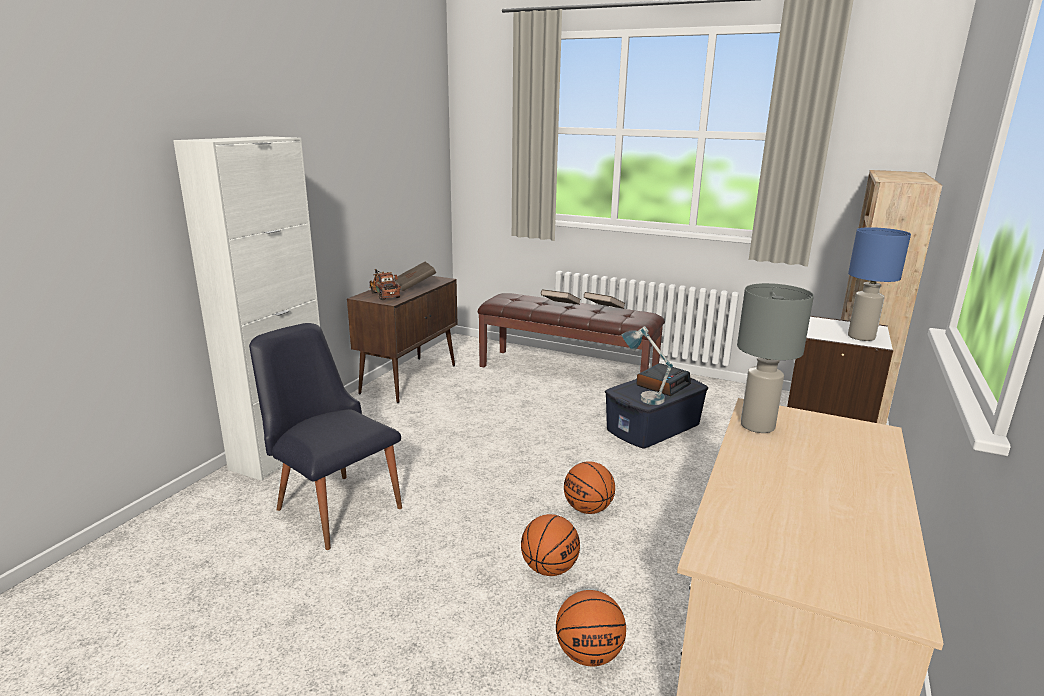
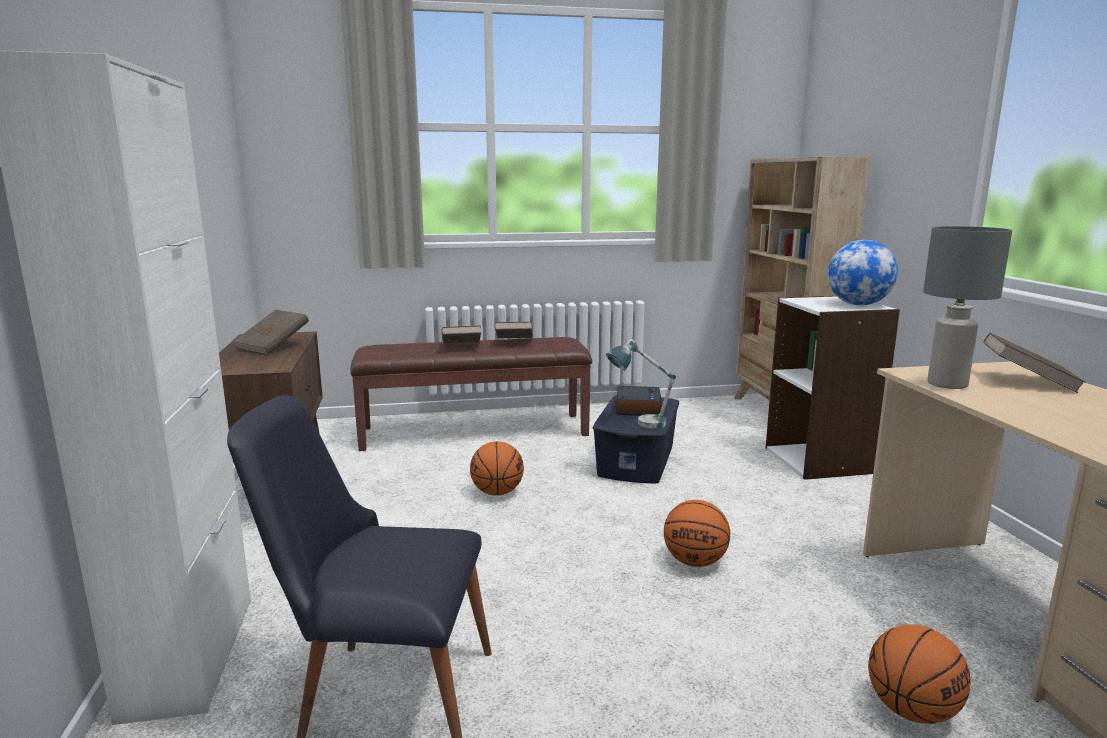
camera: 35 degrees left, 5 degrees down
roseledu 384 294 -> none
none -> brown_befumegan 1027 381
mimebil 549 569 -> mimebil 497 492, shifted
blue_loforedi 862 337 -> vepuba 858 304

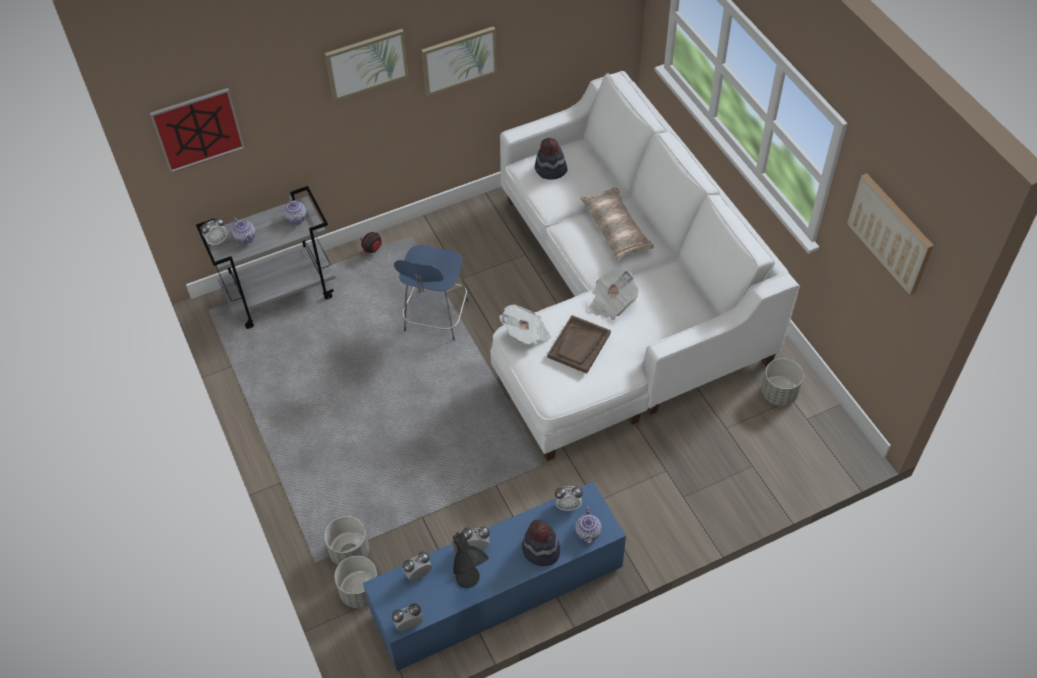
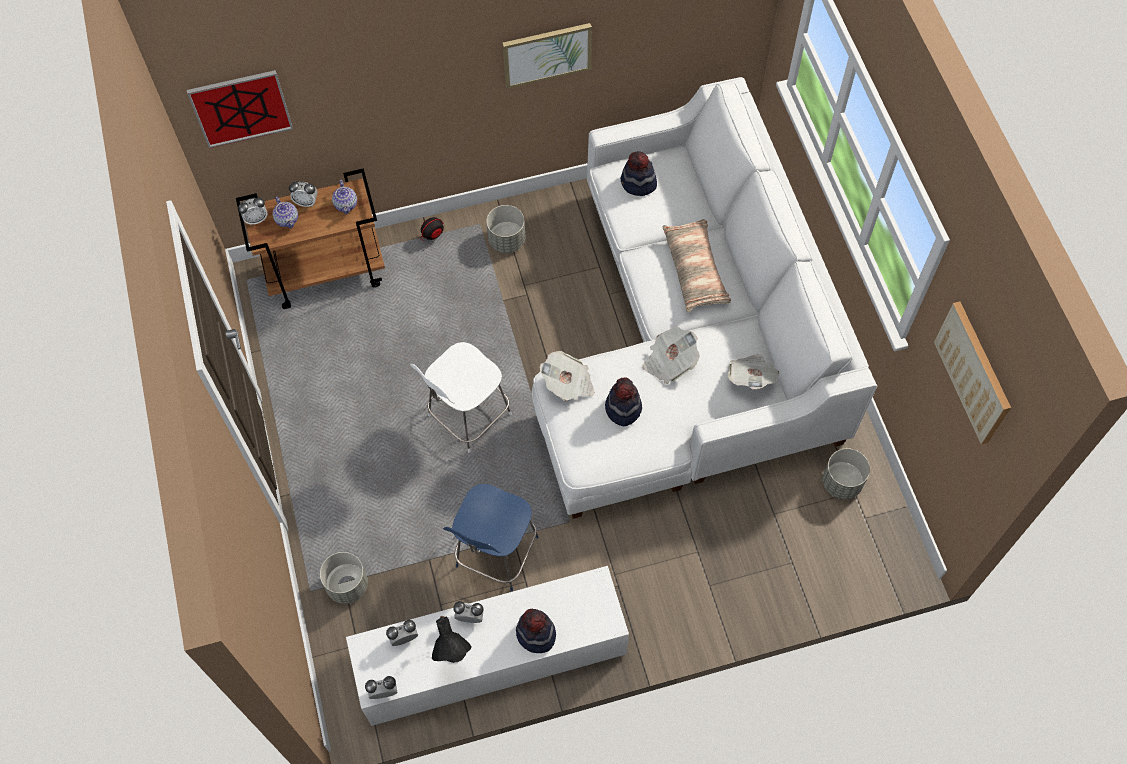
camera: 10 degrees right, 10 degrees up
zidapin 366 63 -> none
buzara 588 532 -> none
none -> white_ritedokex 467 417
none -> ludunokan 751 377
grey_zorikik 360 591 -> grey_zorikik 507 240, shifted
blue_ritedokex 435 318 -> blue_ritedokex 495 554, shifted
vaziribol 568 505 -> vaziribol 306 202, shifted
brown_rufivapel 579 345 -> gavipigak 623 408
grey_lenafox 281 293 -> brown_lenafox 327 272
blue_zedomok 497 593 -> white_zedomok 490 658

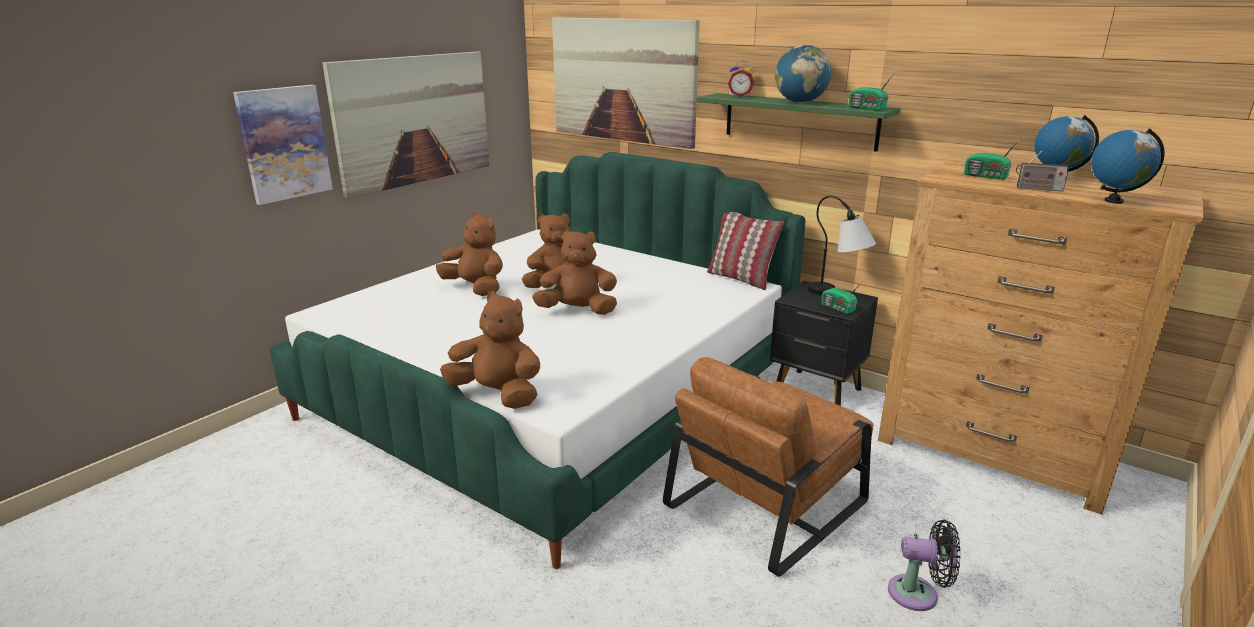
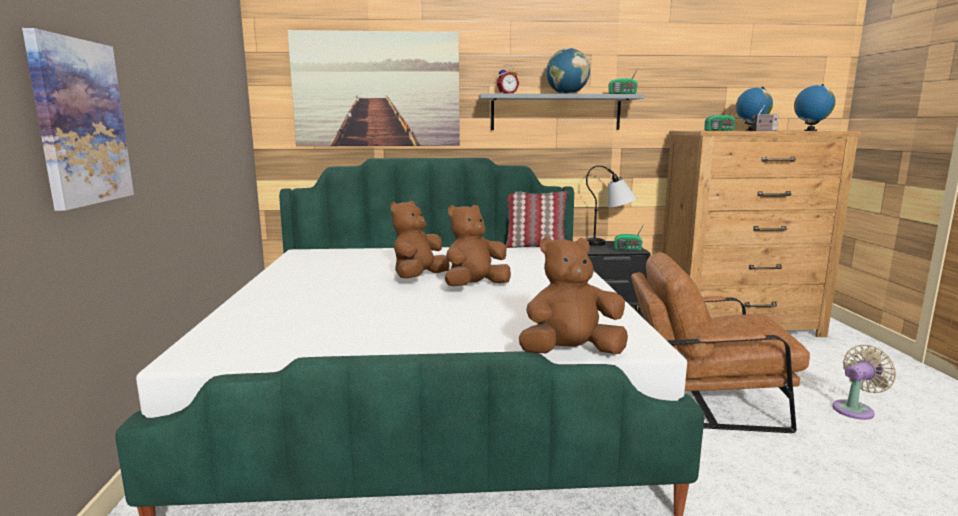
camera: 40 degrees left, 10 degrees down
zidapin 414 120 -> none
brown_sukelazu 475 288 -> none
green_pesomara 799 121 -> grey_pesomara 555 112
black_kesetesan 918 594 -> beige_kesetesan 855 409
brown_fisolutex 768 501 -> brown_fisolutex 703 398, 90 degrees clockwise

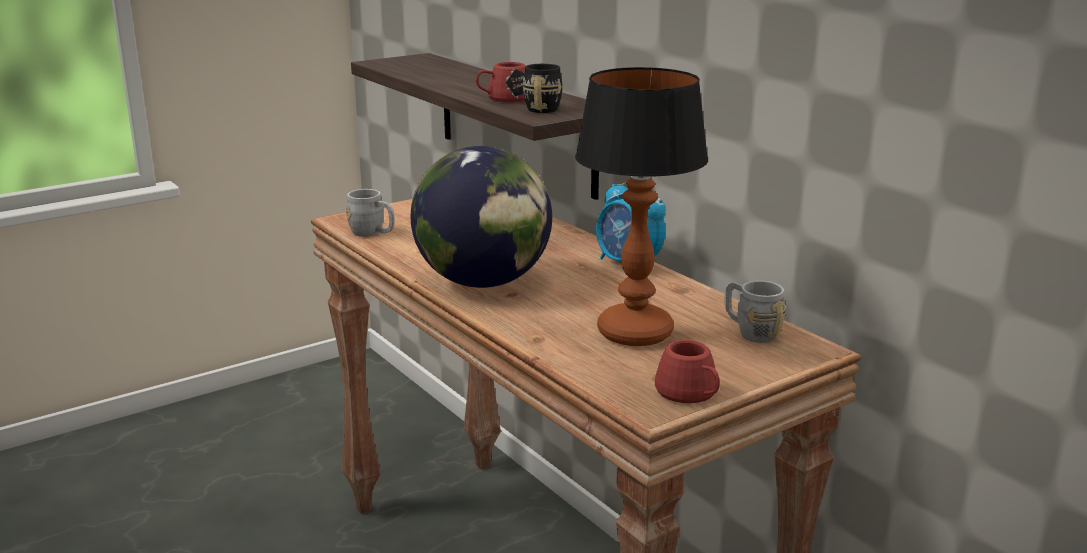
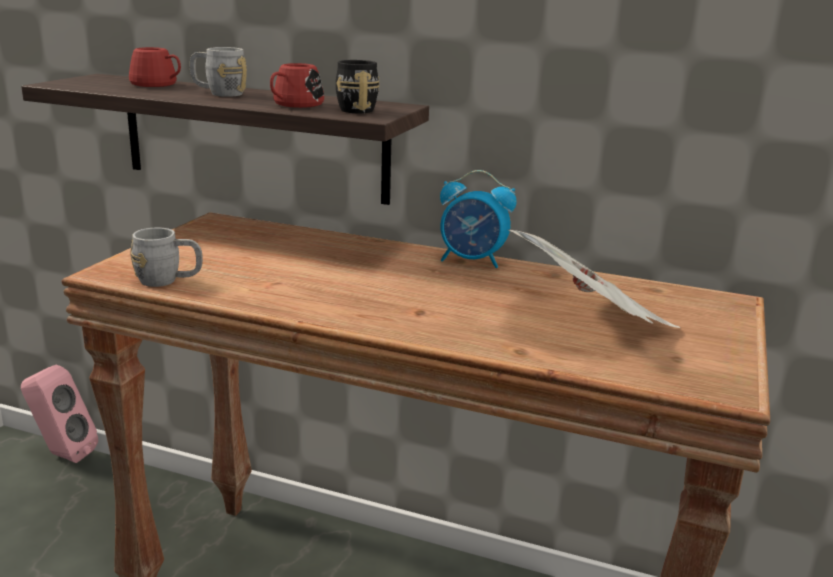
camera: 35 degrees left, 0 degrees up
vepuba 484 282 -> none
none -> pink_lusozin 62 455
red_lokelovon 691 395 -> red_lokelovon 158 85, shifted
grey_lokelovon 750 331 -> grey_lokelovon 219 93, shifted
loforedi 636 333 -> ludunokan 589 321

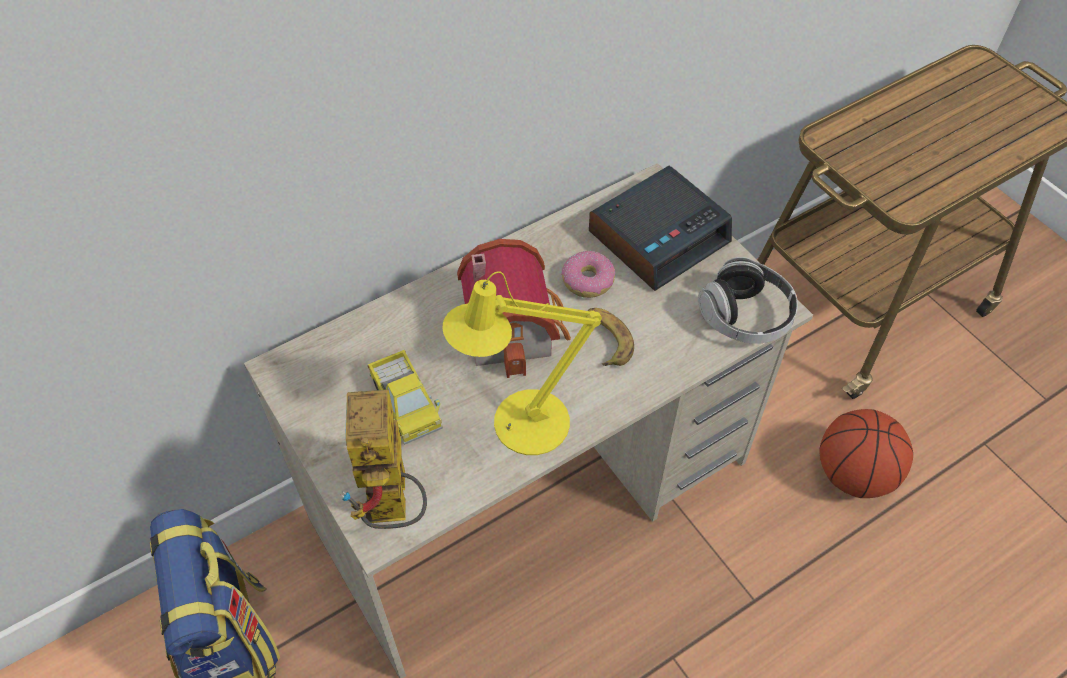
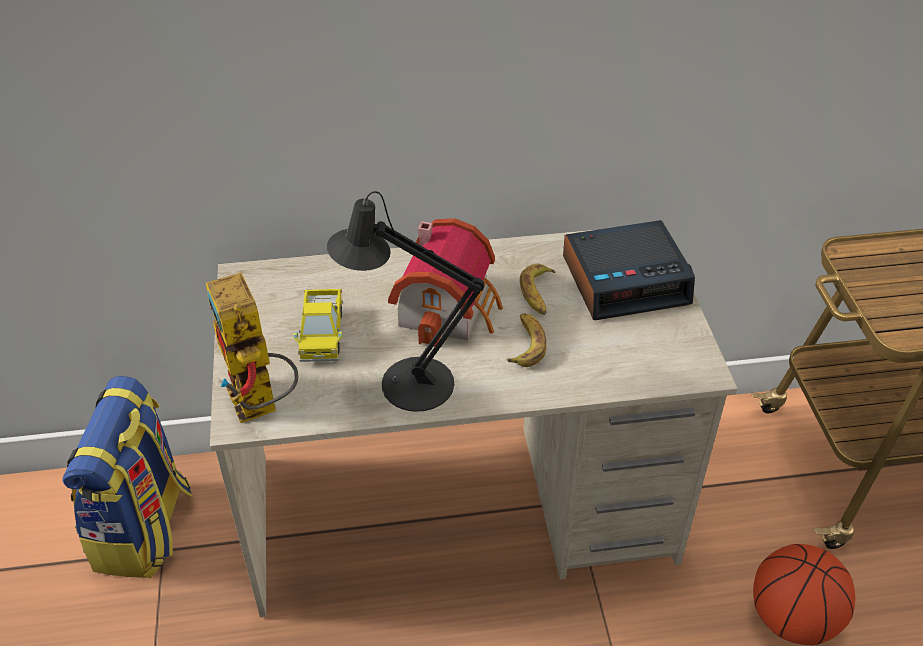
camera: 25 degrees right, 10 degrees down
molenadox 745 316 -> none
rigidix 588 281 -> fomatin 538 294
yellow_loforedi 520 426 -> black_loforedi 406 383
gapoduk 393 509 -> gapoduk 261 406, 45 degrees counterclockwise

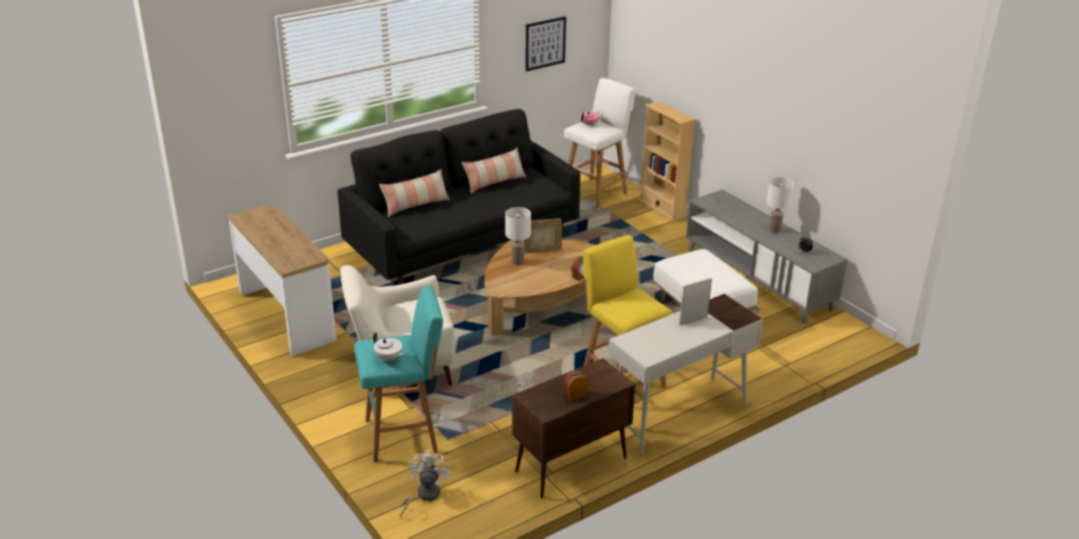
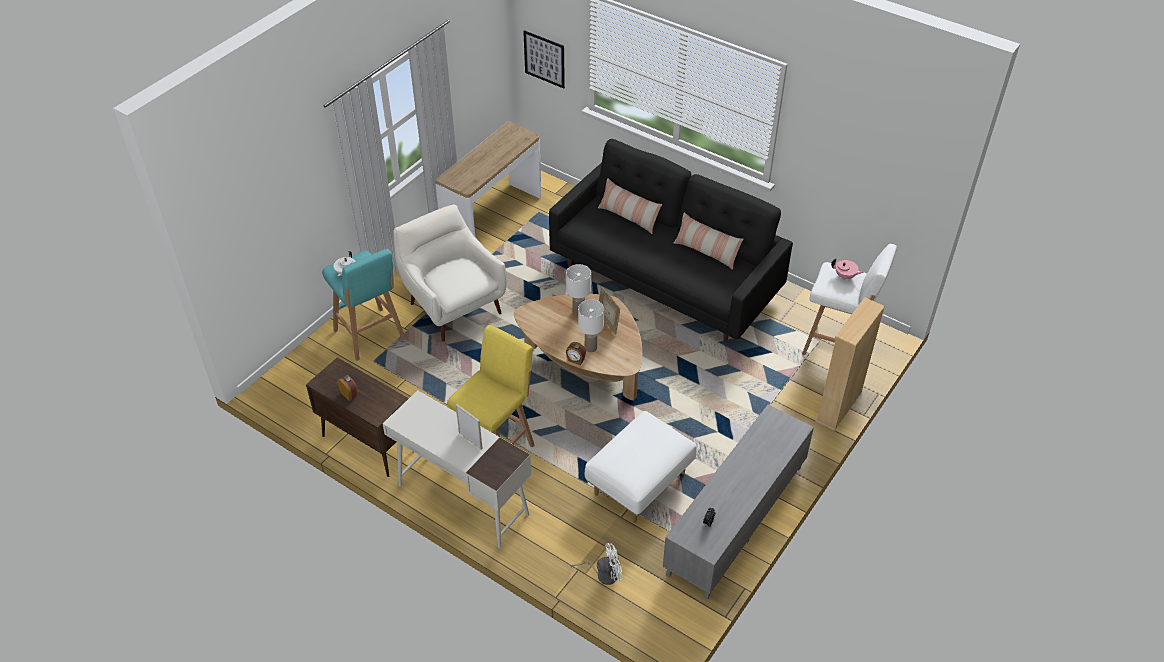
camera: 70 degrees right, 15 degrees up
white_kesetesan 424 495 -> white_kesetesan 603 574, shifted
zidapin 545 43 -> zidapin 544 59, shifted
white_loforedi 774 230 -> white_loforedi 591 347, shifted

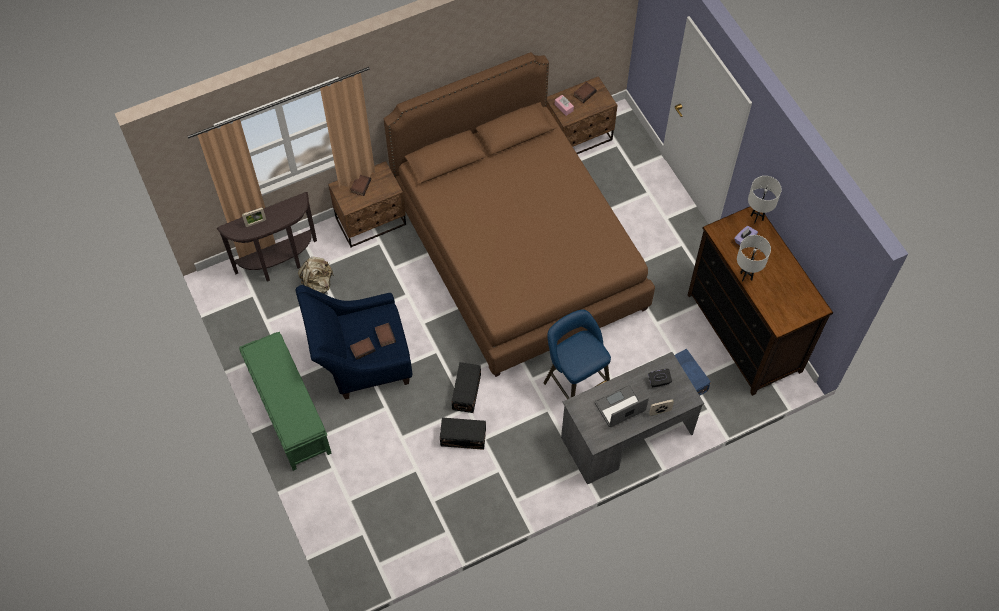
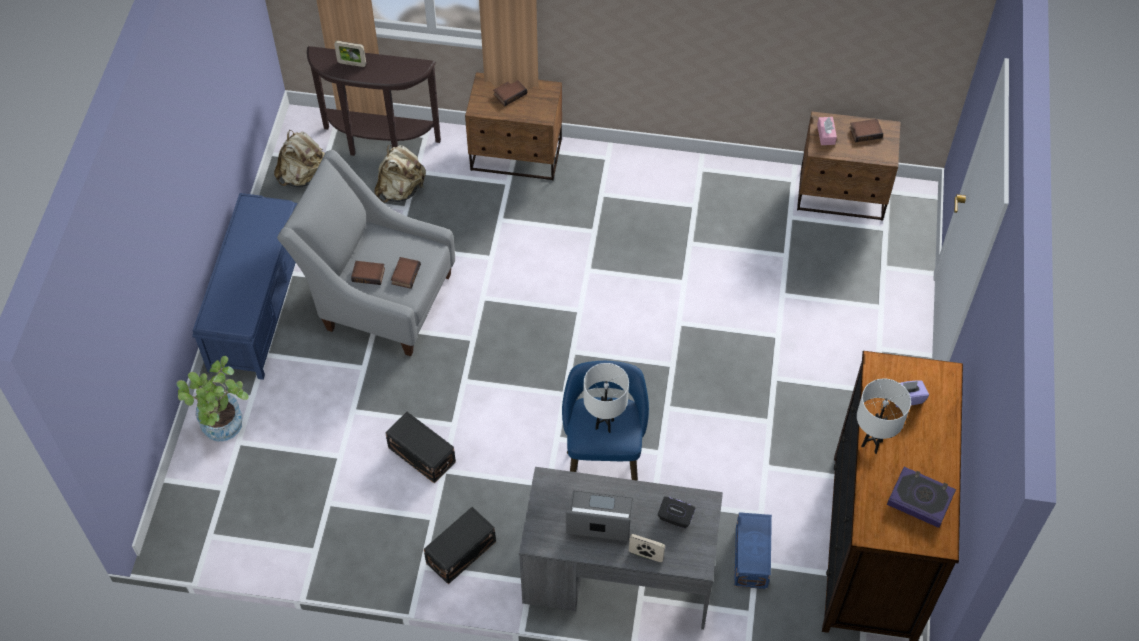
camera: 35 degrees right, 5 degrees down
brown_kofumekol 518 251 -> none
none -> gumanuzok 224 429
none -> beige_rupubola 303 176
none -> befumegan 920 499
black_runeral 465 392 -> black_runeral 459 552, shifted
white_loforedi 756 218 -> white_loforedi 604 424, shifted
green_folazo 288 410 -> blue_folazo 257 305
blue_fisolutex 361 361 -> grey_fisolutex 379 299

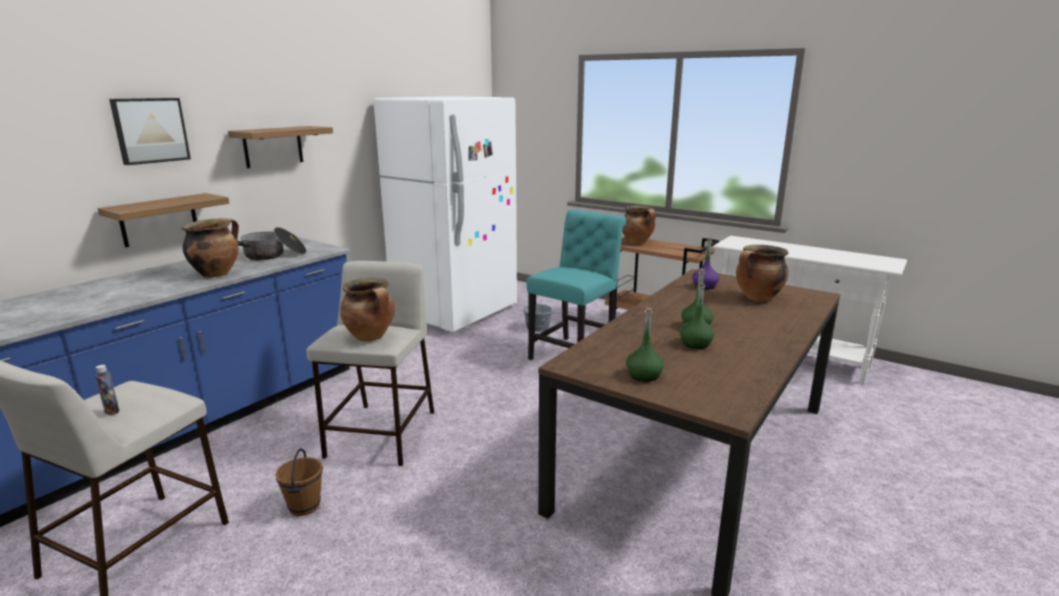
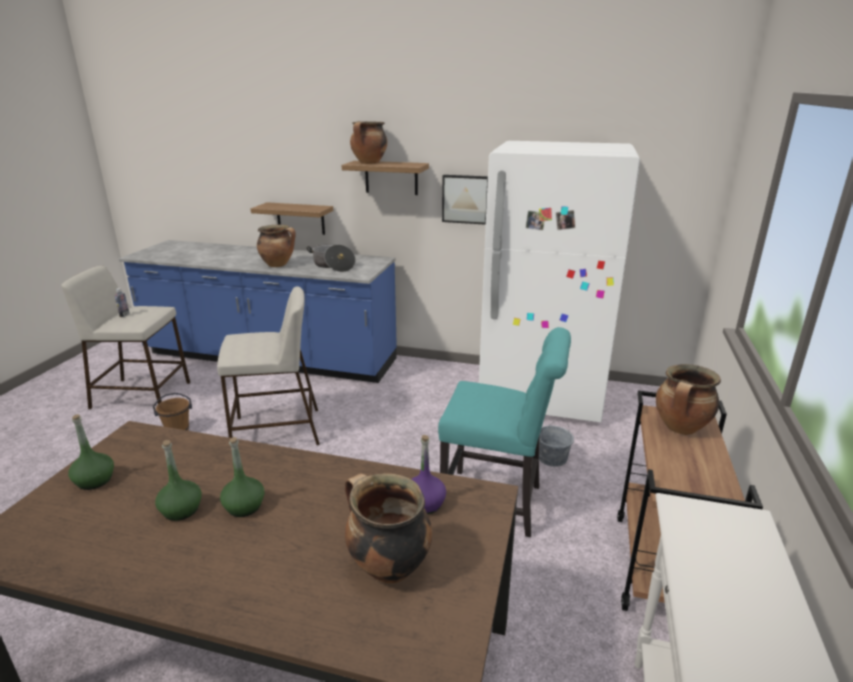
camera: 70 degrees right, 5 degrees up
zidapin 150 130 -> zidapin 466 199, shifted
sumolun 371 337 -> sumolun 369 163, shifted

